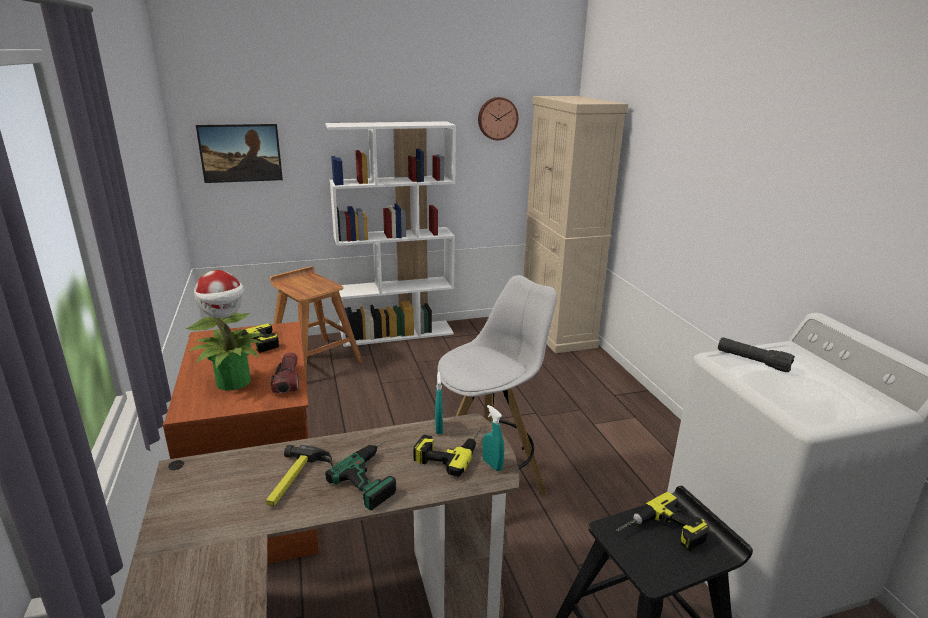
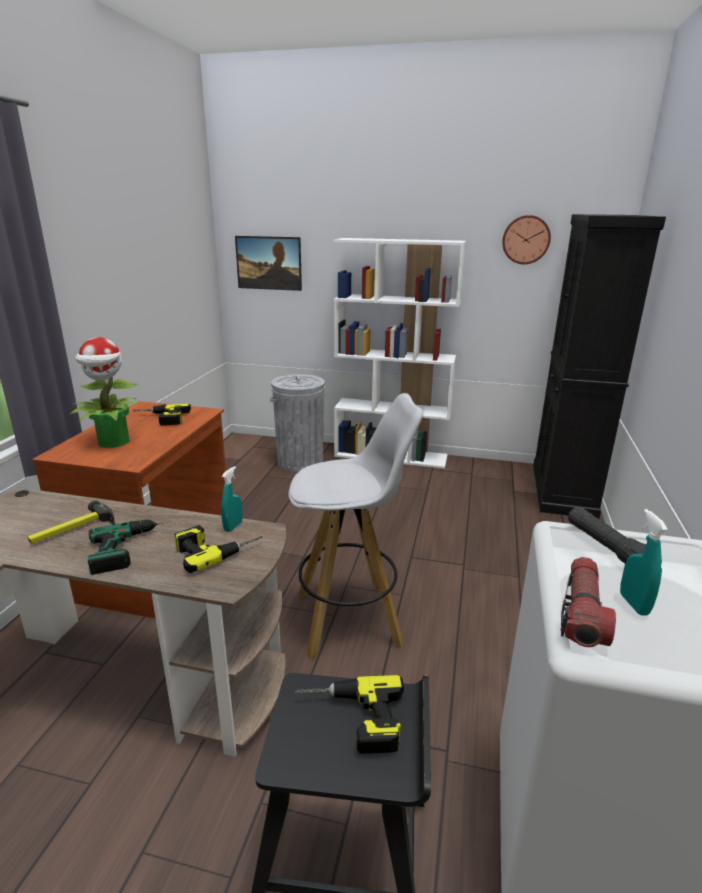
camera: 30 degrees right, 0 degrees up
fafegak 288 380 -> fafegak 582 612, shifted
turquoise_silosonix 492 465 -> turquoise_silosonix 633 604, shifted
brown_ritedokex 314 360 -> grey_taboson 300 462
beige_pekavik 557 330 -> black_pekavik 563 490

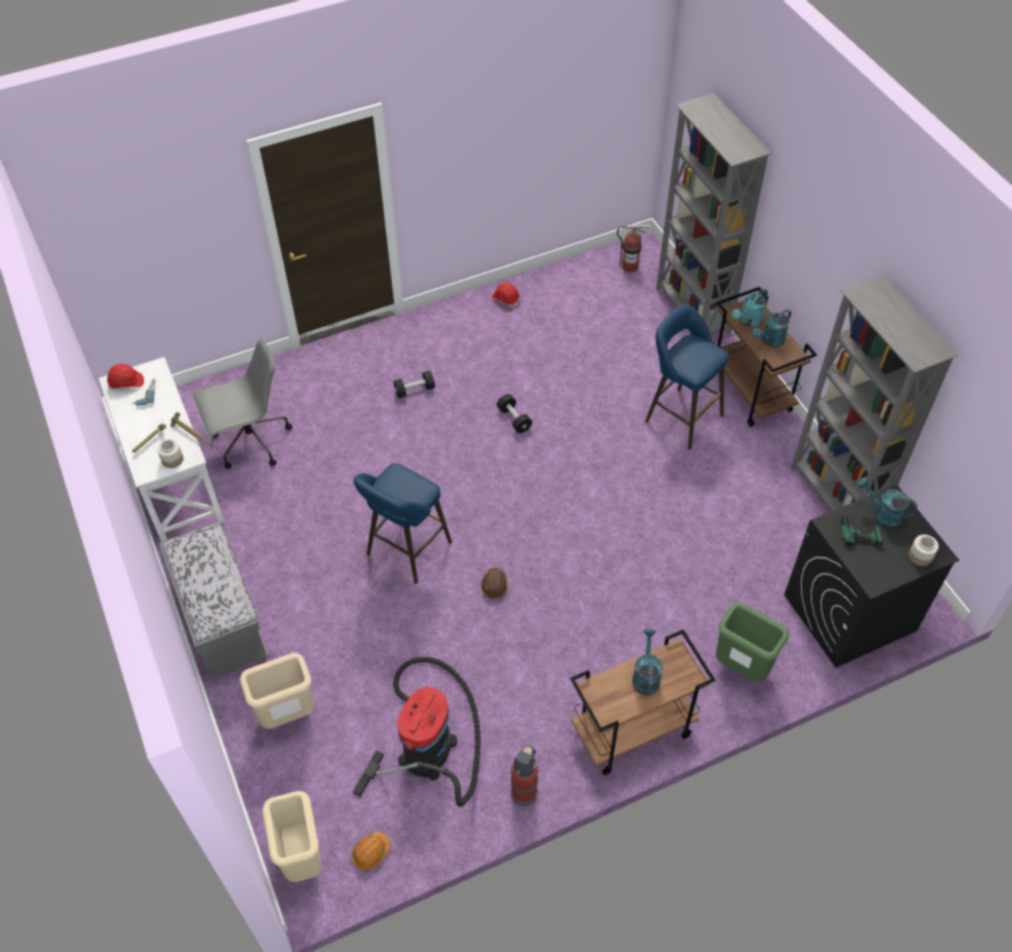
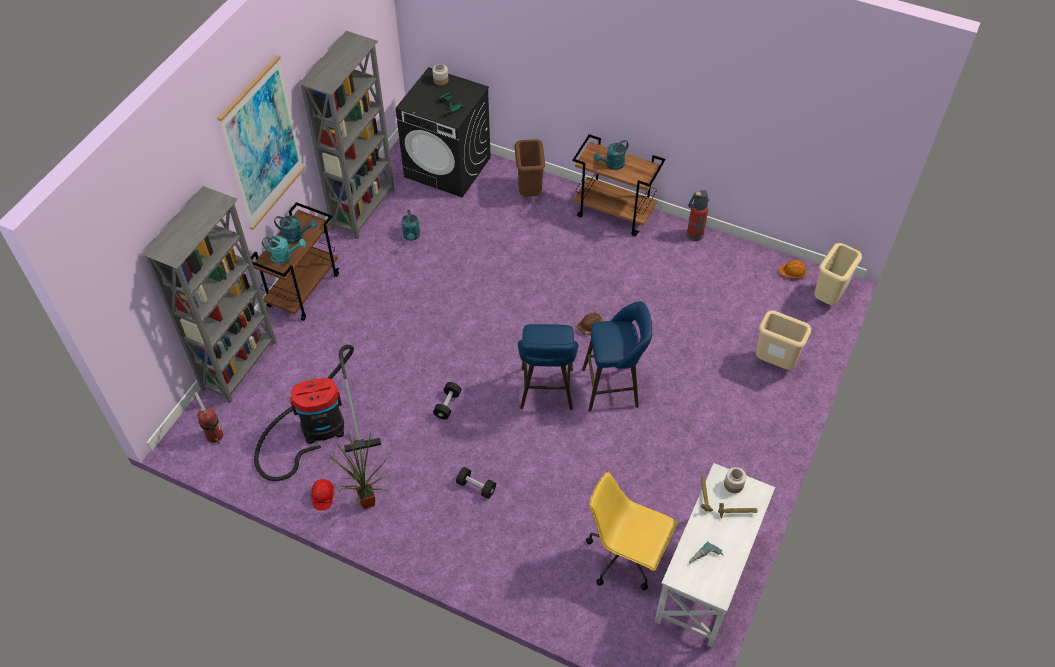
camera: 130 degrees left, 0 degrees up
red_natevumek 126 383 -> none
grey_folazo 222 621 -> none
none -> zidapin 262 144
none -> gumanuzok 365 503
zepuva 429 744 -> zepuva 318 429, shifted
blue_ritedokex 680 416 -> blue_ritedokex 546 392, shifted
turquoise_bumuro 882 514 -> turquoise_bumuro 412 236, shifted
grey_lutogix 250 442 -> yellow_lutogix 625 557
green_taboson 742 667 -> brown_taboson 529 191

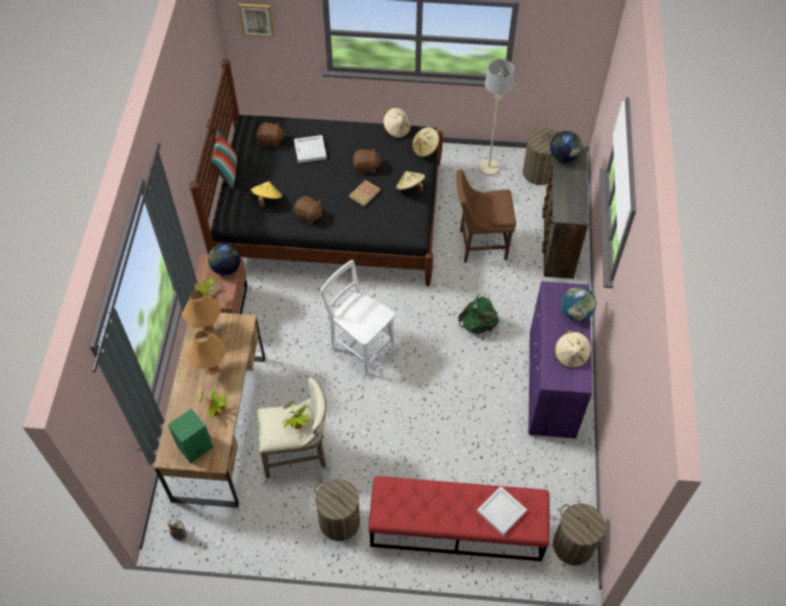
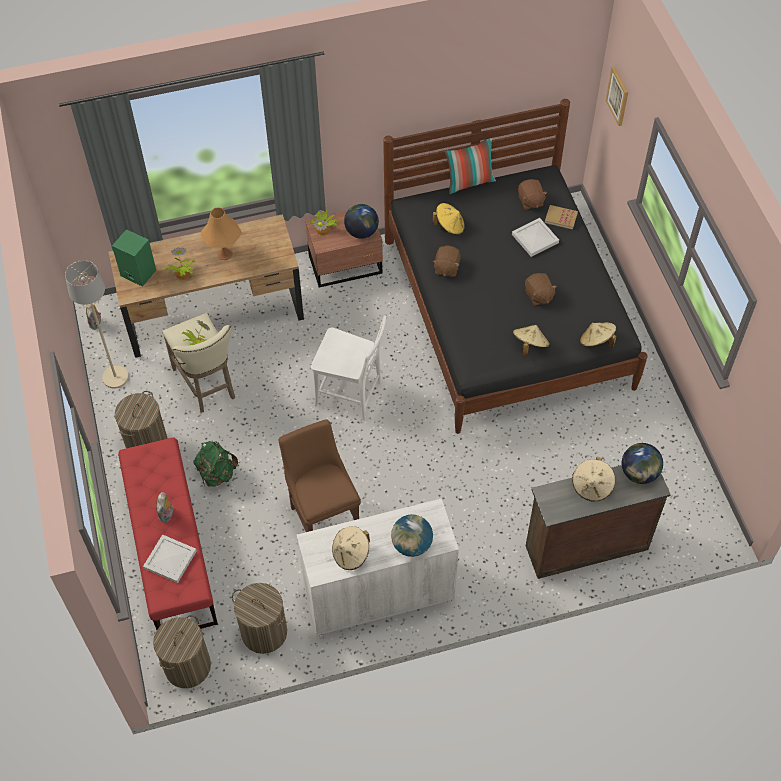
camera: 70 degrees right, 0 degrees up
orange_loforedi 206 328 -> none
none -> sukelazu 167 515
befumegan 364 194 -> befumegan 561 218, shifted
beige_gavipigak 397 129 -> beige_gavipigak 592 486, shifted
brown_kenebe 480 244 -> brown_kenebe 323 516, shifted
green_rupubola 478 325 -> green_rupubola 217 474, shifted
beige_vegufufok 489 168 -> beige_vegufufok 115 377, shifted
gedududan 538 173 -> gedududan 264 632, shifted
purple_pekavik 551 384 -> white_pekavik 378 593
white_kenebe 360 345 -> white_kenebe 352 395, 90 degrees clockwise

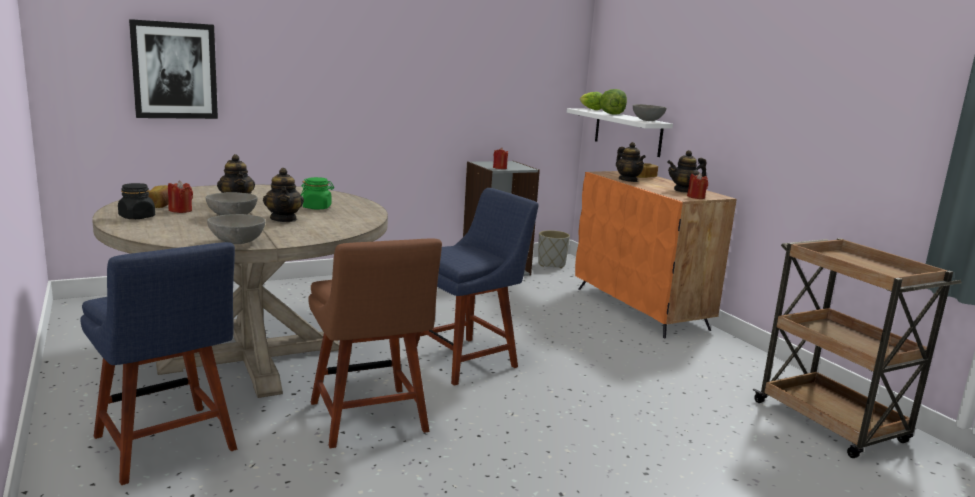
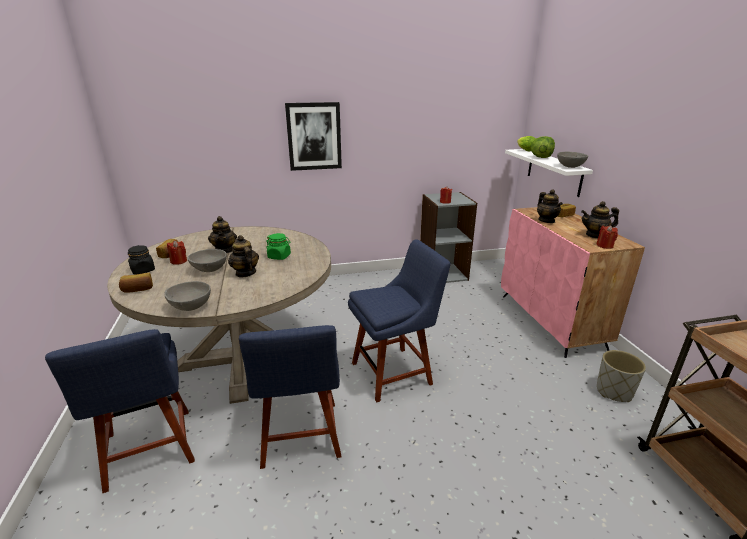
camera: 15 degrees right, 10 degrees up
none -> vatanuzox 138 289
zidapin 174 70 -> zidapin 314 136, shifted
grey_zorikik 551 264 -> grey_zorikik 614 391, shifted
brown_kenebe 370 420 -> blue_kenebe 300 437
orange_pekavik 641 308 -> pink_pekavik 551 321
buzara 284 219 -> buzara 245 273, 150 degrees clockwise

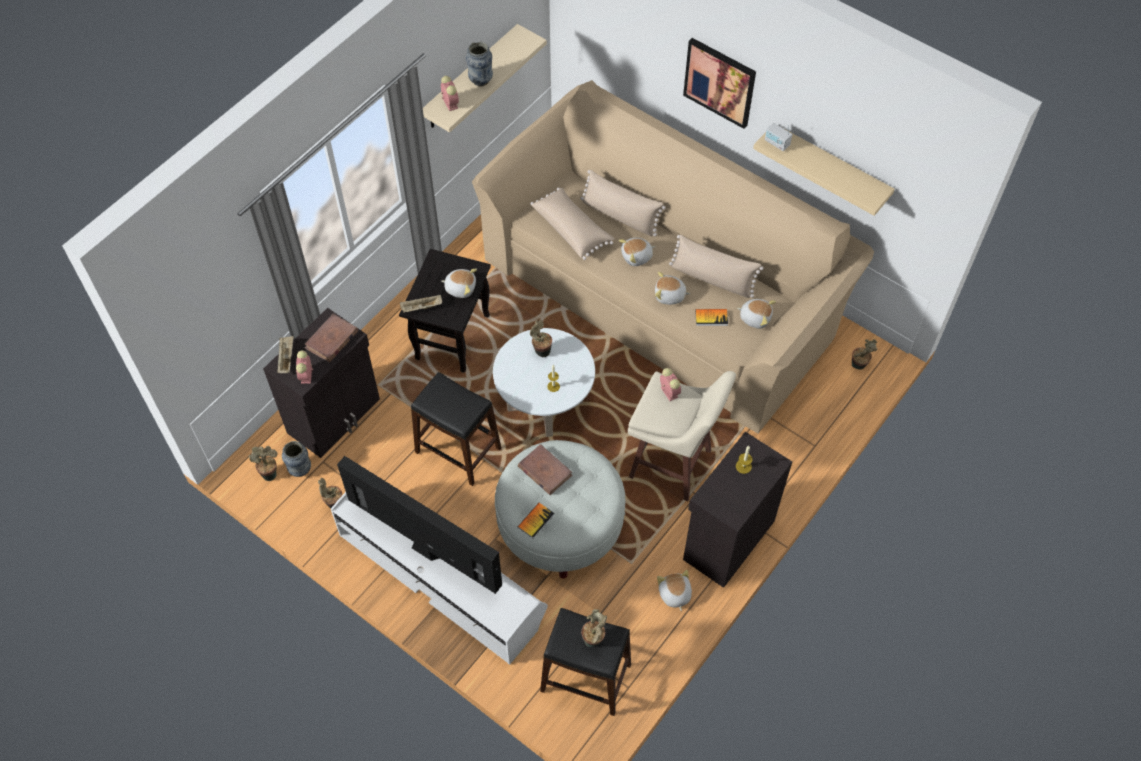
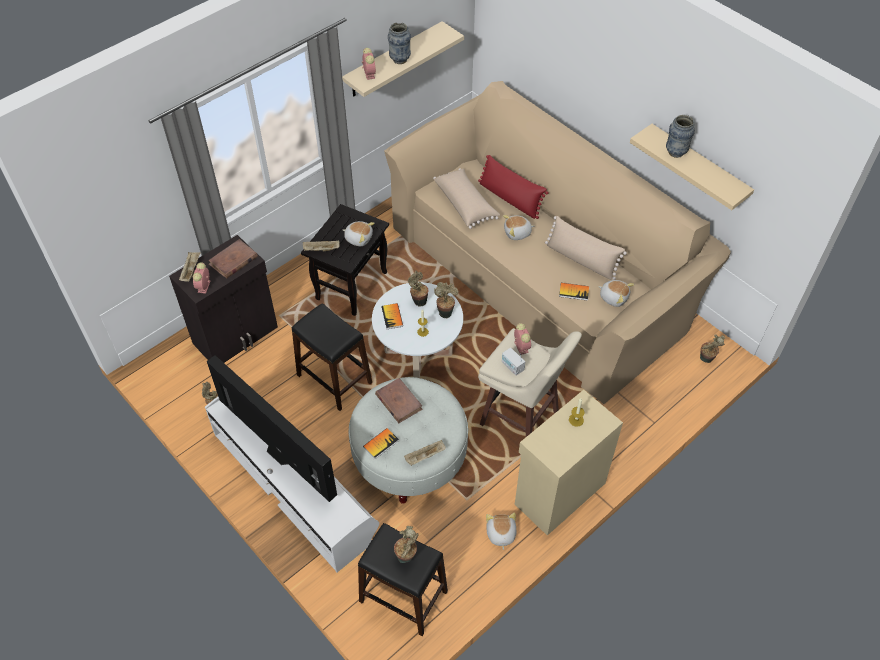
camera: 10 degrees right, 5 degrees down
sukelazu 669 296 -> none
zidapin 720 82 -> none
none -> befumegan 392 317
none -> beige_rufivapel 424 457
gumanuzok 269 473 -> gumanuzok 445 312, shifted
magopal 300 469 -> magopal 676 152, shifted
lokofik 777 143 -> lokofik 512 366, shifted
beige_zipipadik 620 215 -> red_zipipadik 510 198
black_pekavik 727 540 -> beige_pekavik 558 493

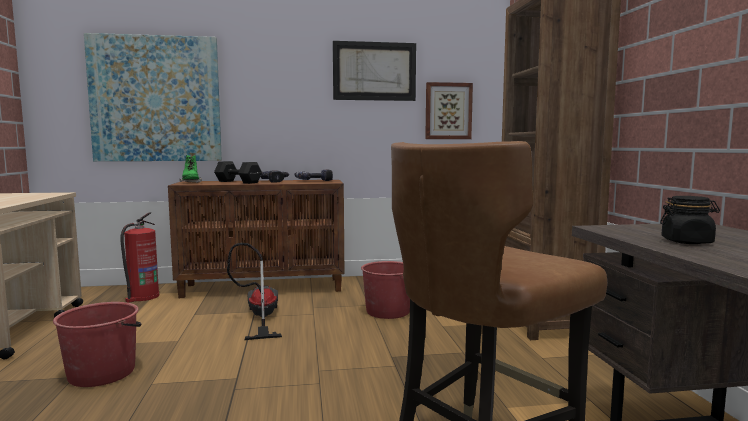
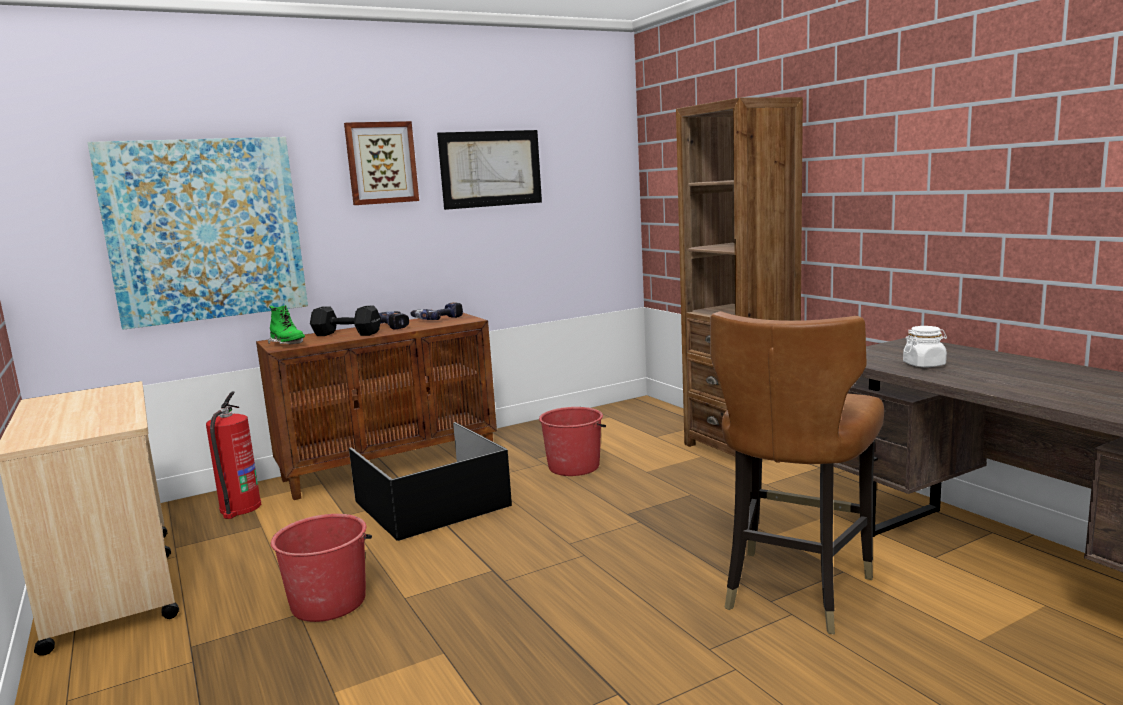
camera: 20 degrees left, 5 degrees up
zidapin 448 111 -> zidapin 381 163, shifted
zepuva 259 317 -> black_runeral 433 503
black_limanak 687 242 -> white_limanak 924 365

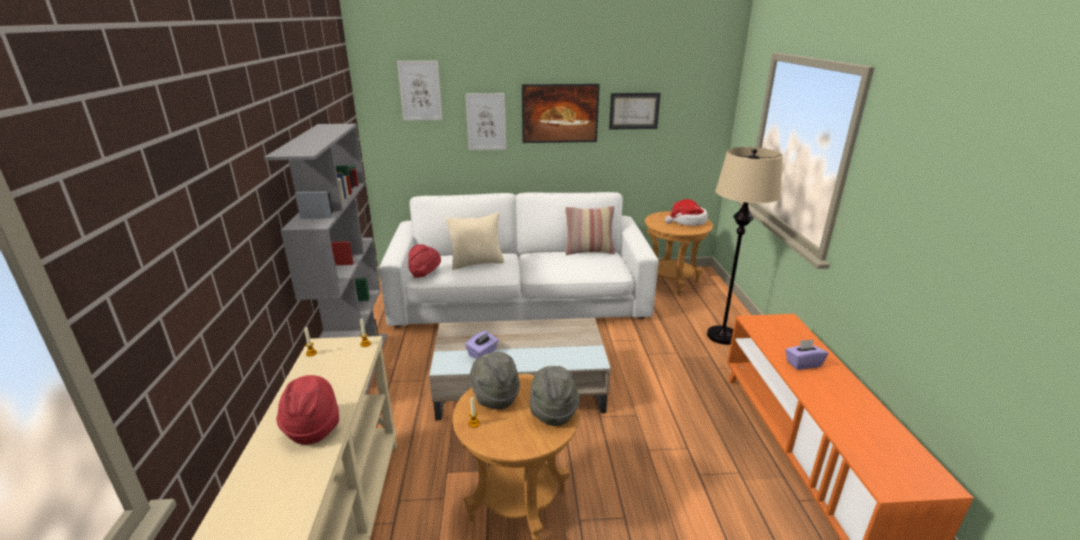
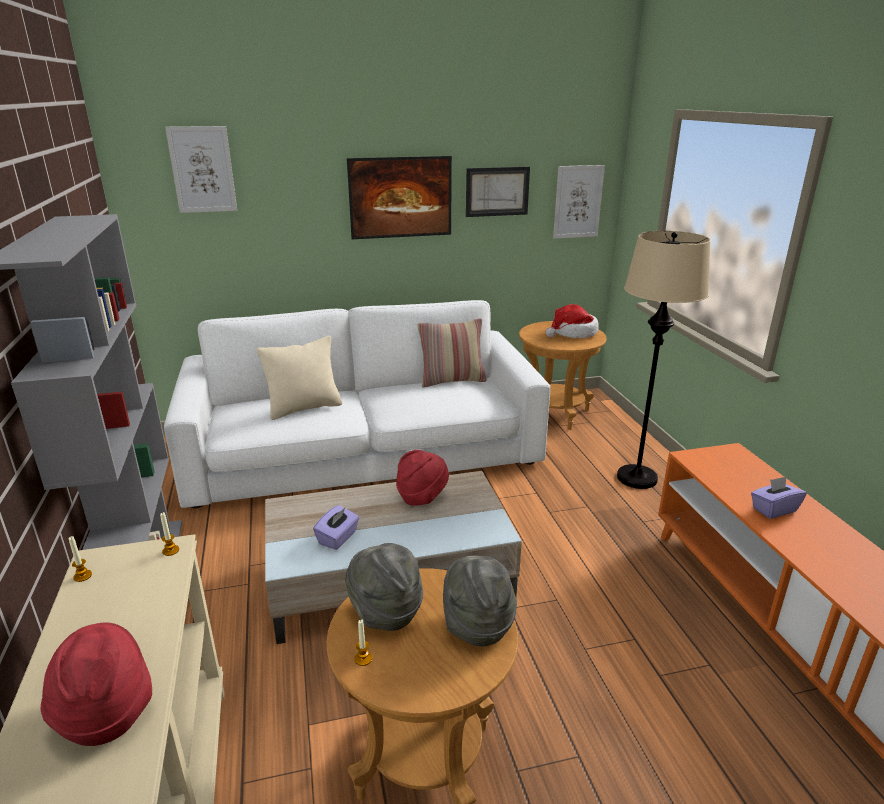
camera: 10 degrees left, 0 degrees up
red_gavipigak 425 274 -> red_gavipigak 422 496, shifted
zidapin 486 122 -> zidapin 578 202, shifted

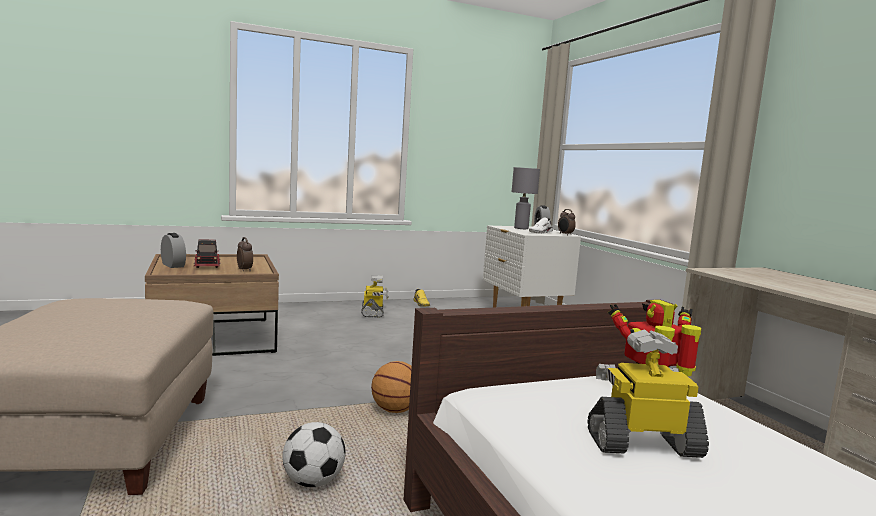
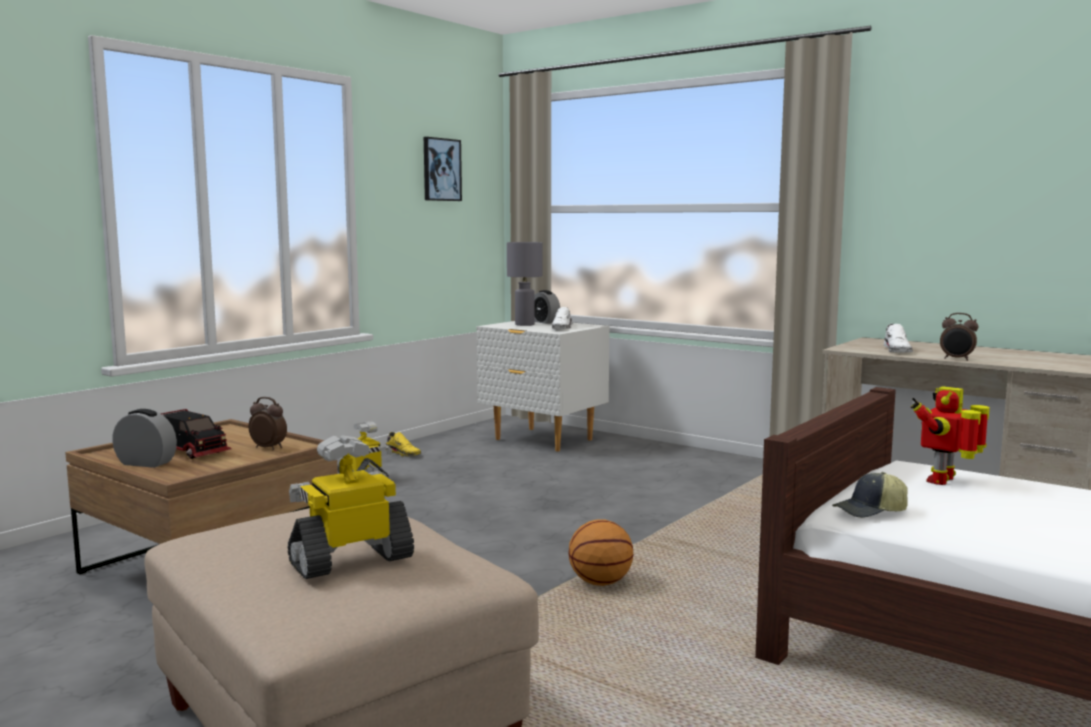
camera: 30 degrees left, 0 degrees up
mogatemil 313 482 -> none
none -> zidapin 441 169
none -> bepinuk 870 512
none -> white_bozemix 898 350
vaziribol 565 234 -> vaziribol 957 359, shifted
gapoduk 642 443 -> gapoduk 351 560, shifted

